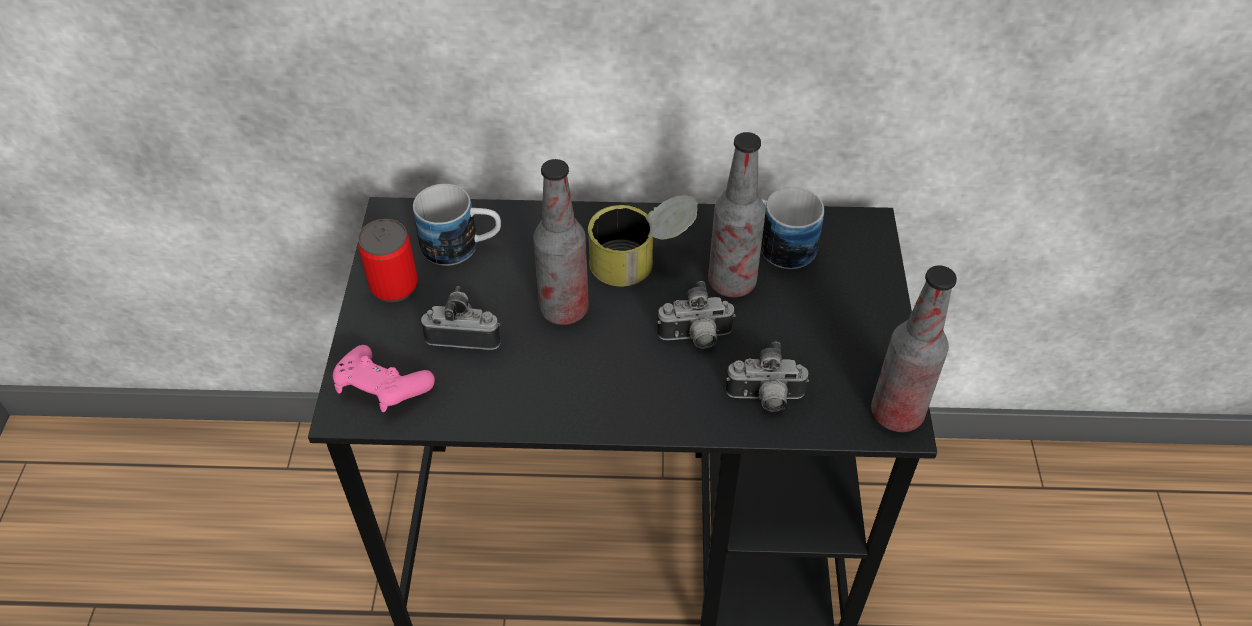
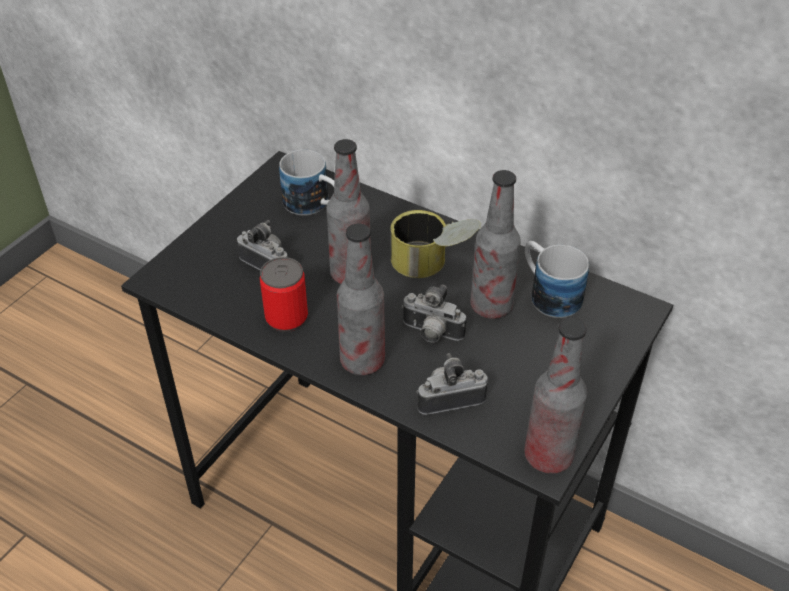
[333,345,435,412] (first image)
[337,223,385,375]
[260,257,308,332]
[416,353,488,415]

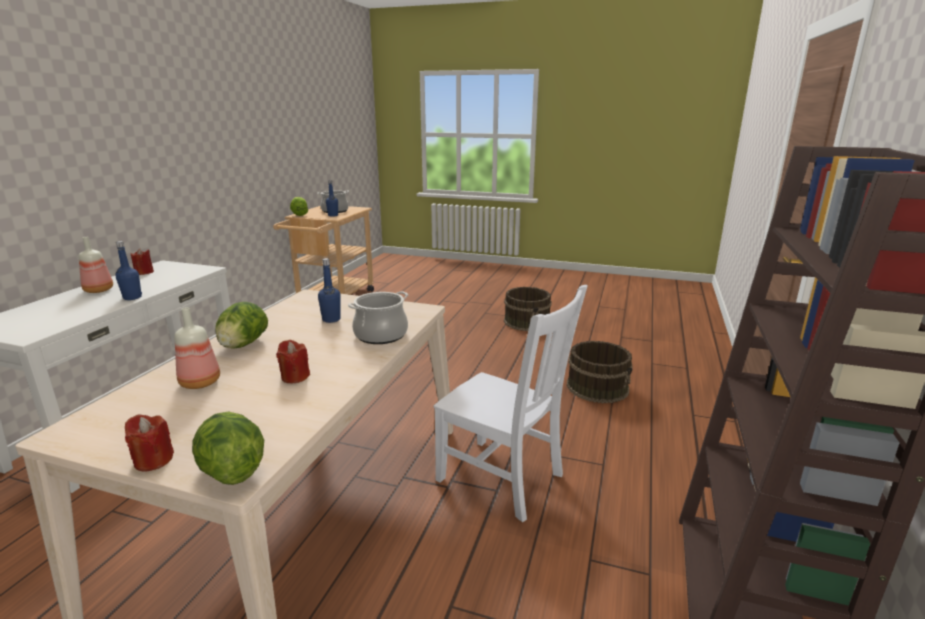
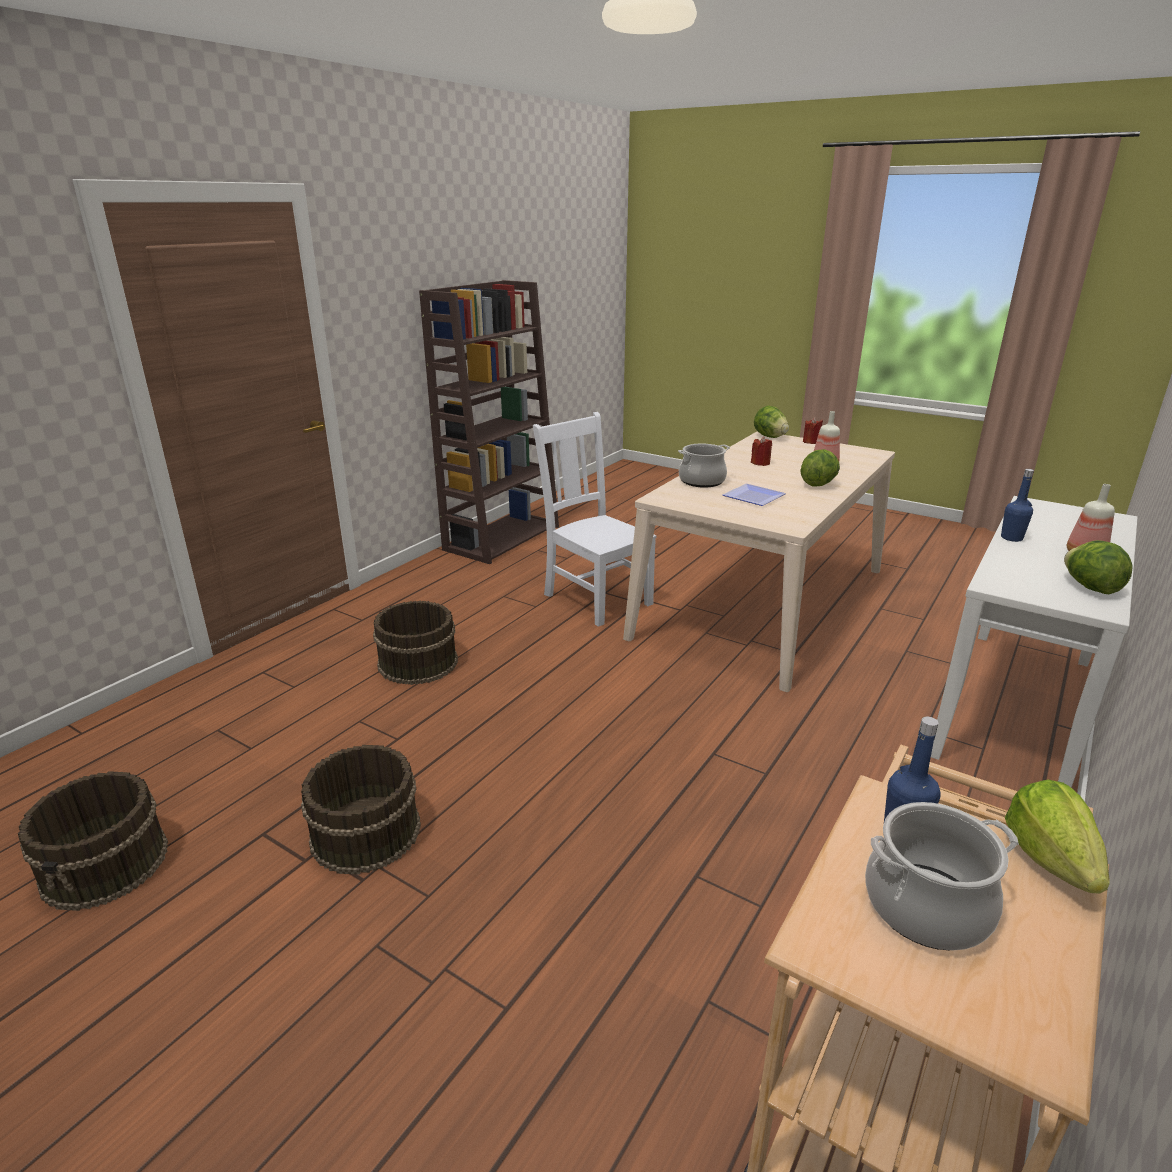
[18,771,168,911]
[1064,540,1133,594]
[723,484,786,506]

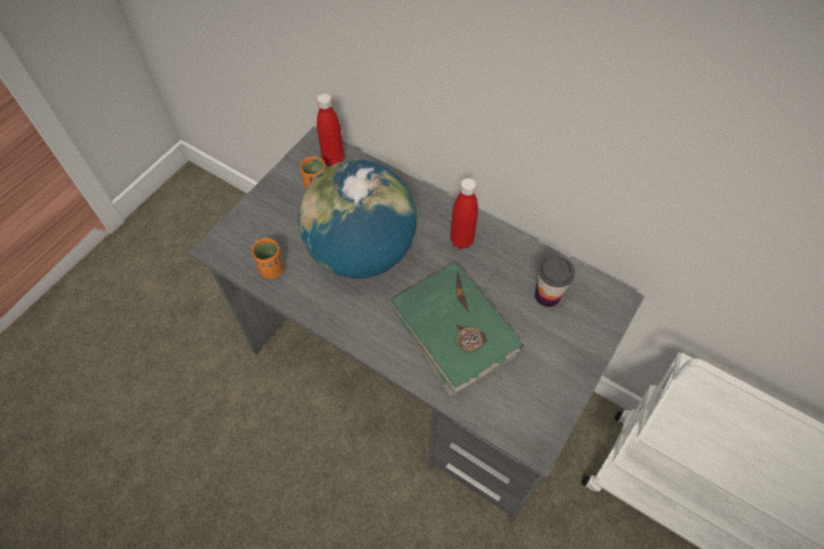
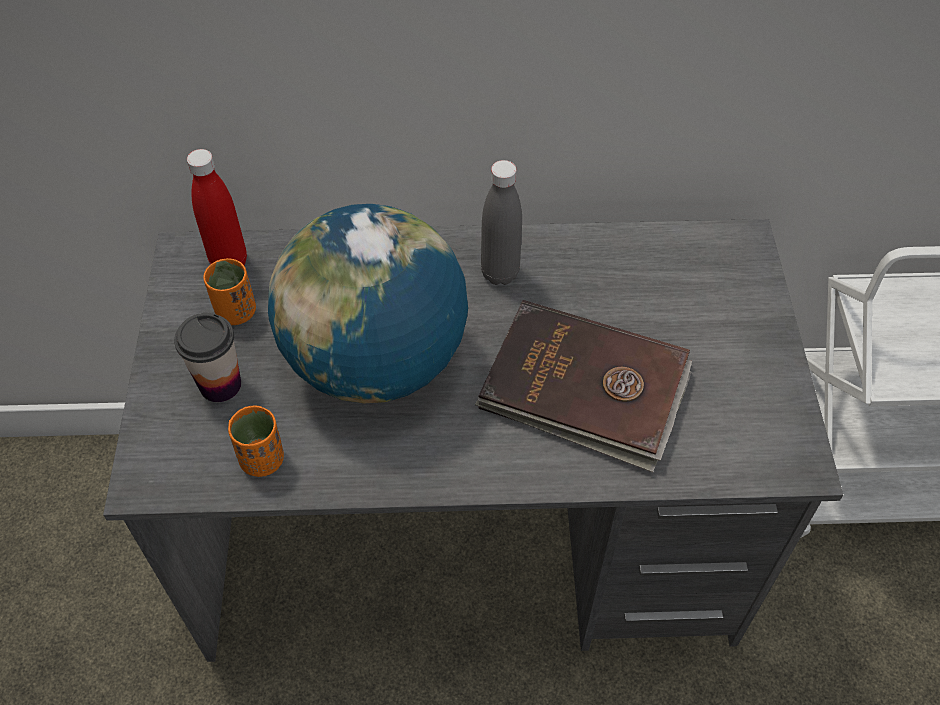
[174,313,241,402]
[475,300,692,472]
[481,160,522,285]

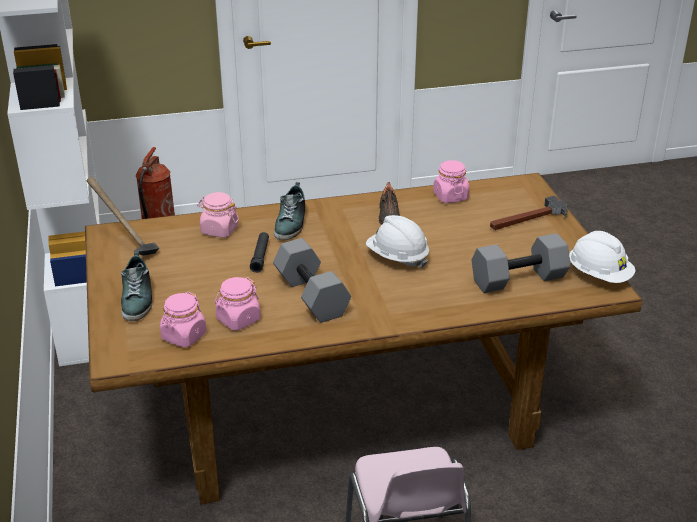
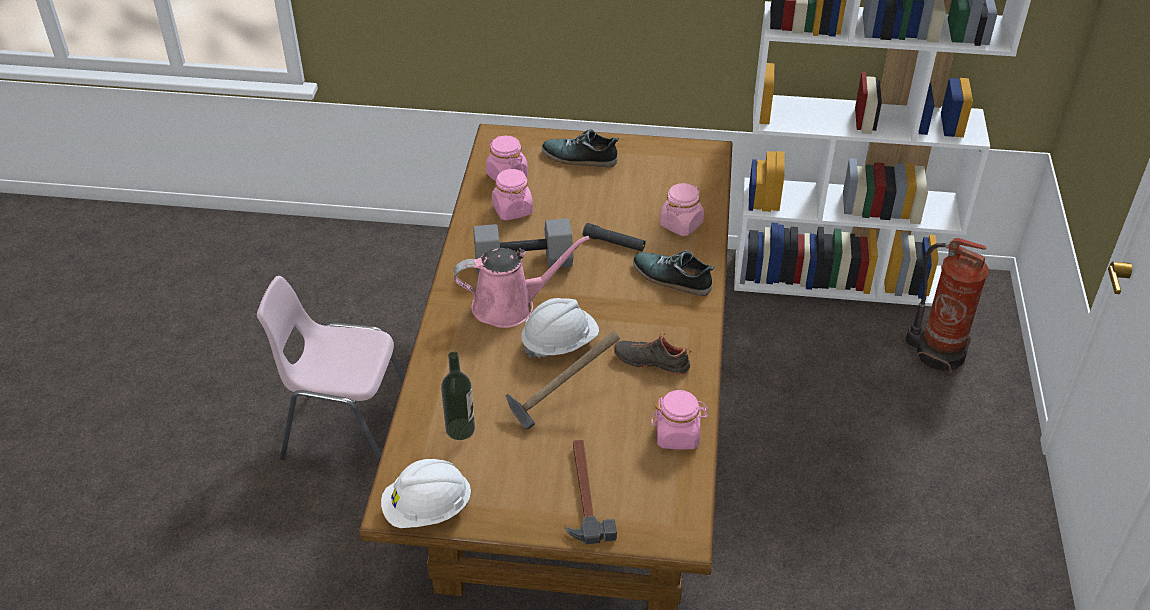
[453,236,590,328]
[505,331,620,430]
[441,351,475,440]

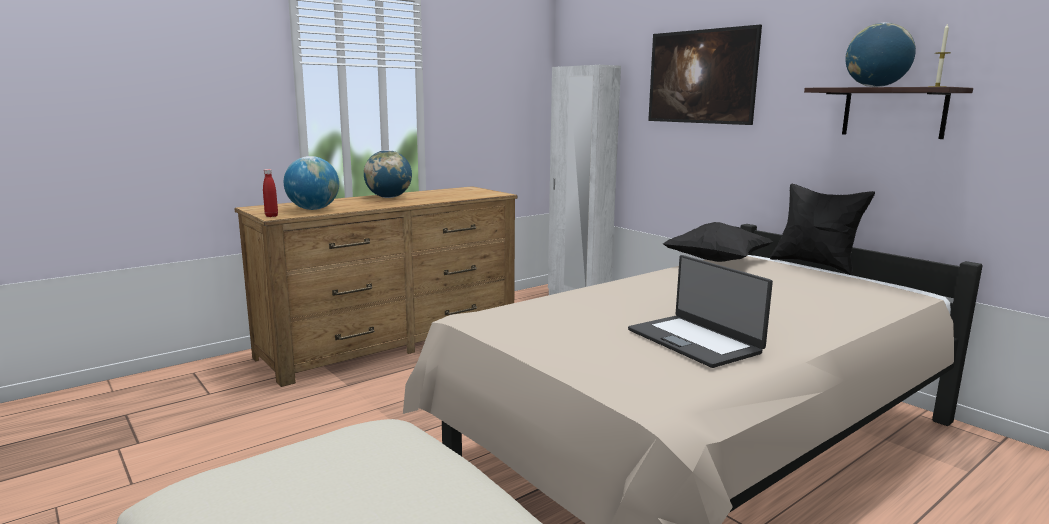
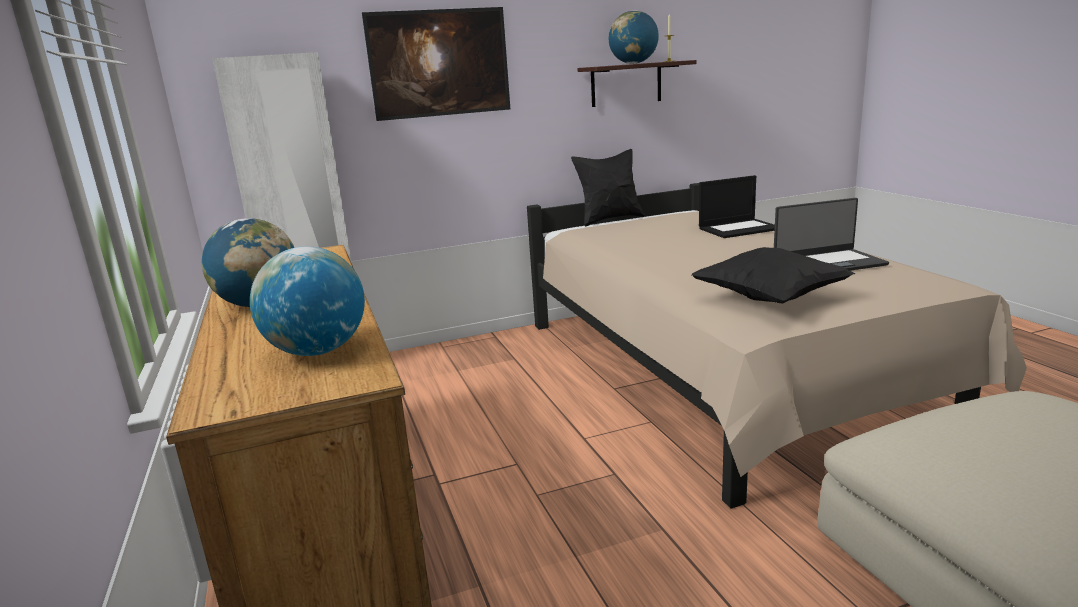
[263,169,278,217] (first image)
[699,175,775,238]
[692,247,856,304]

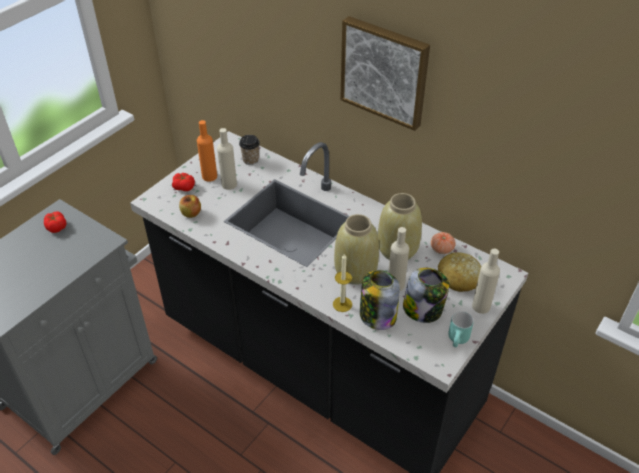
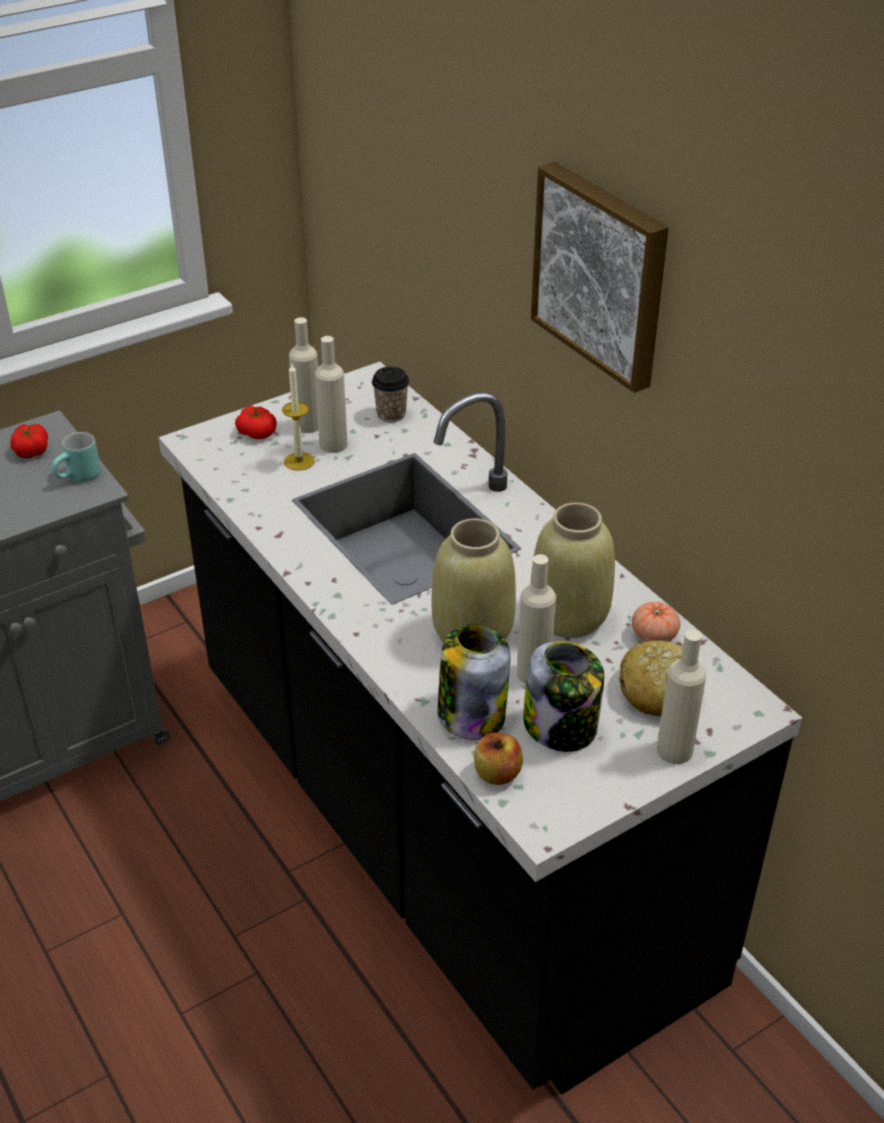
[474,732,523,785]
[282,364,315,471]
[52,432,101,482]
[289,317,318,433]

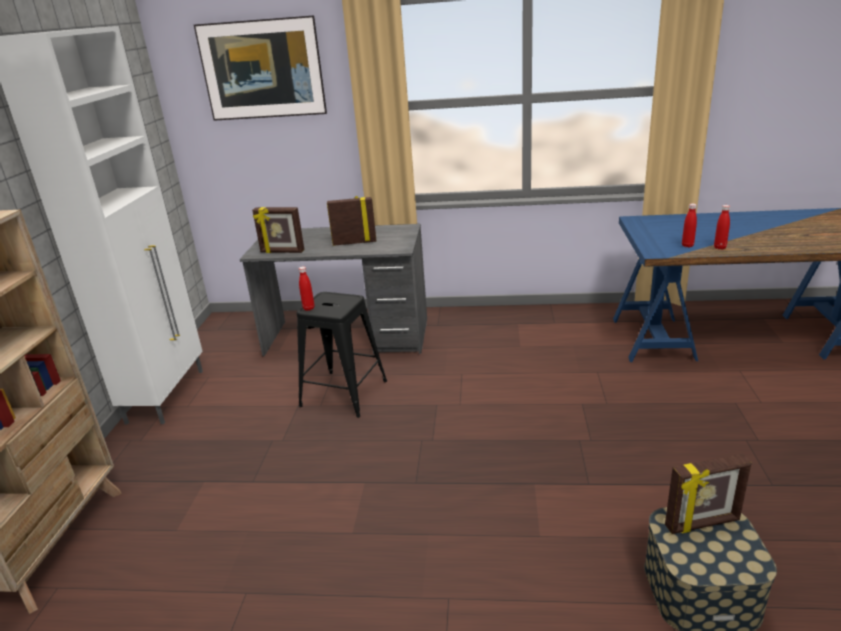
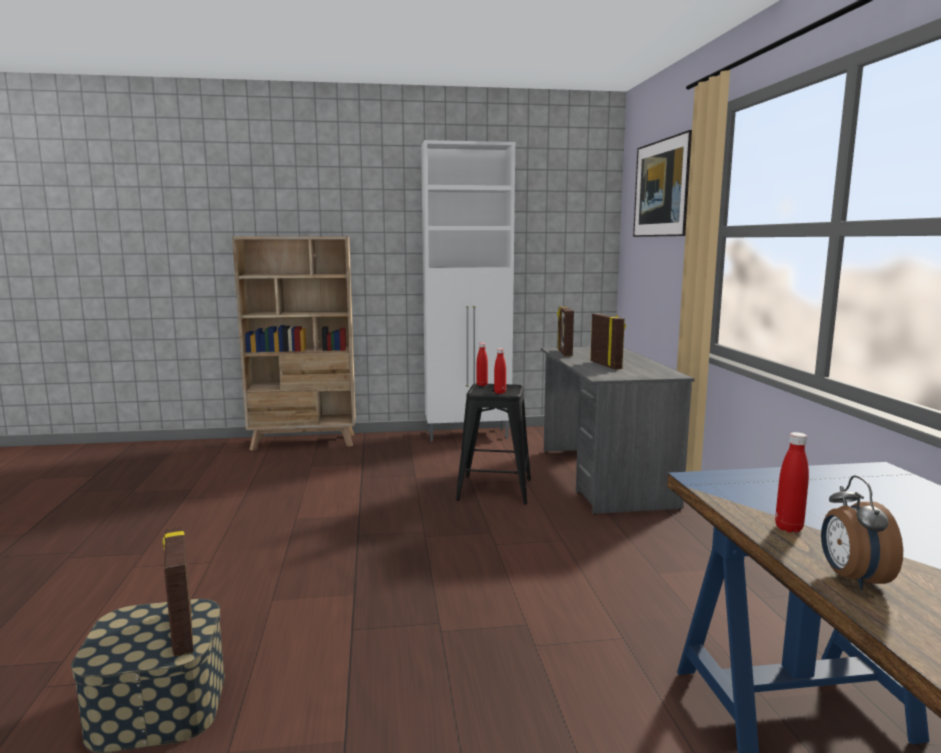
[821,475,903,590]
[494,348,506,394]

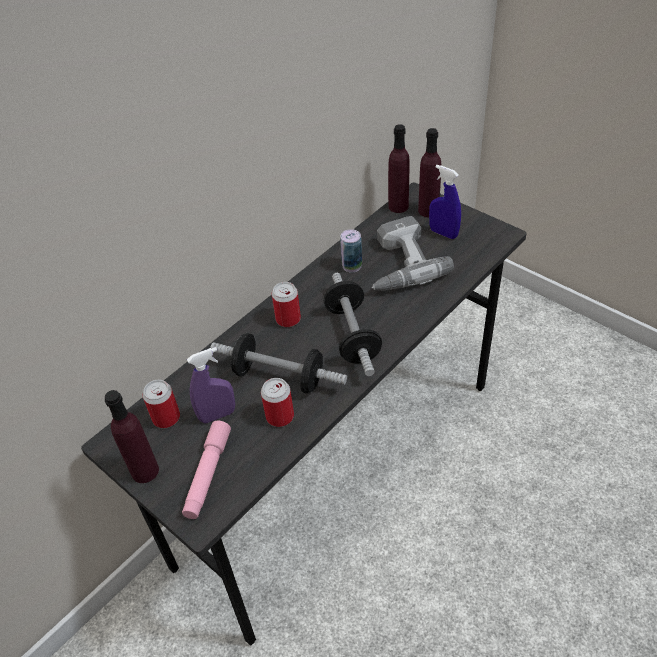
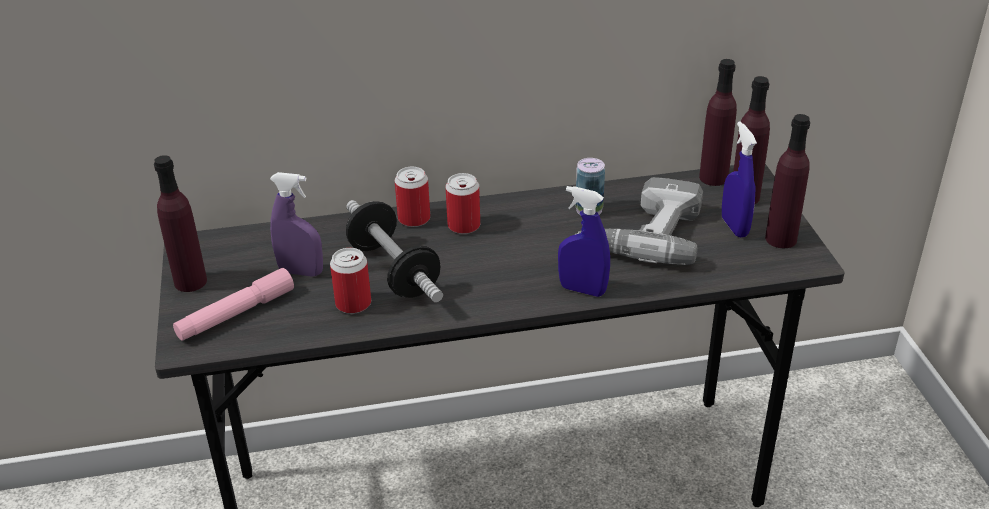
[324,273,382,376] (first image)
[558,186,610,297]
[765,114,810,248]
[395,167,430,227]

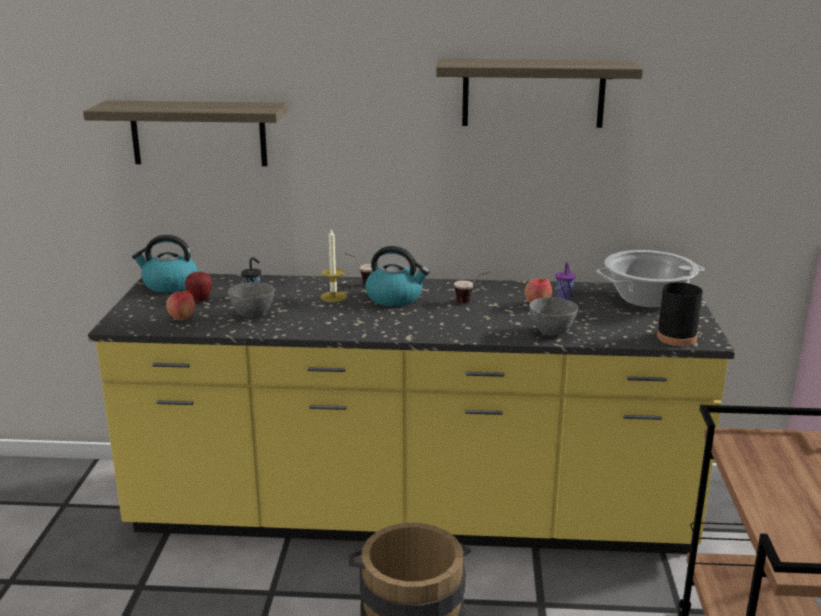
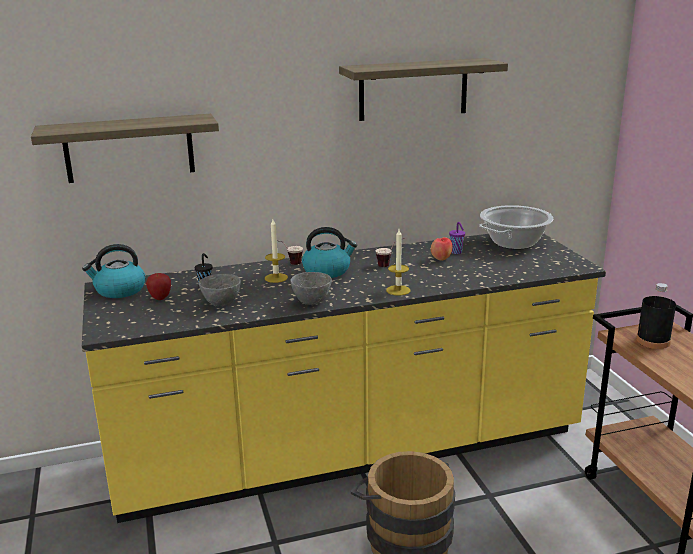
[166,291,195,321] (first image)
[386,229,410,296]
[291,272,332,305]
[636,283,676,349]

